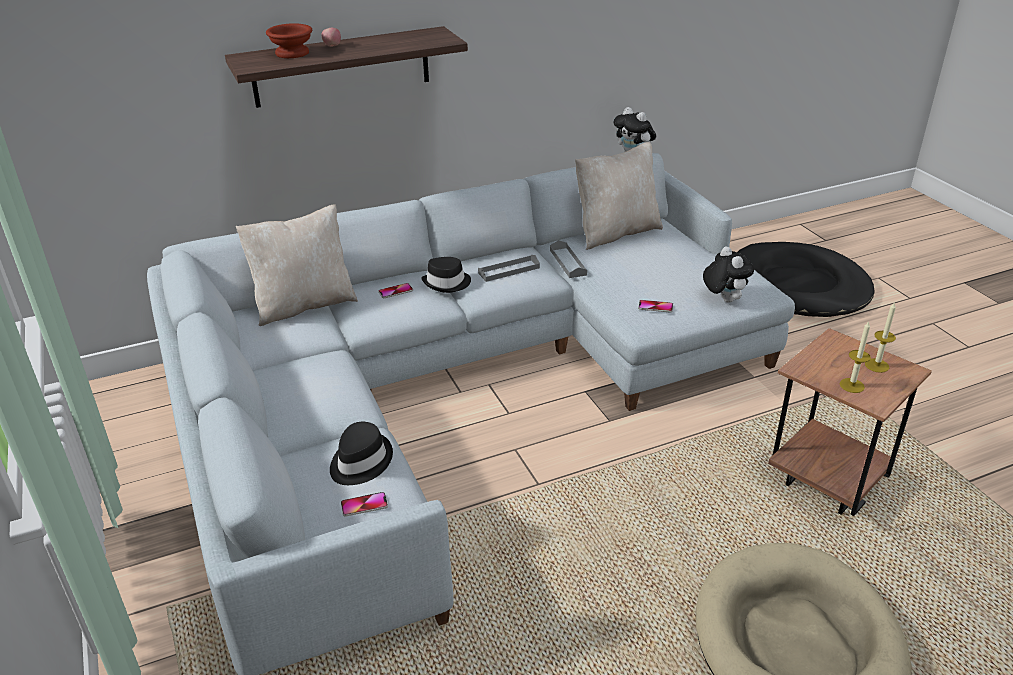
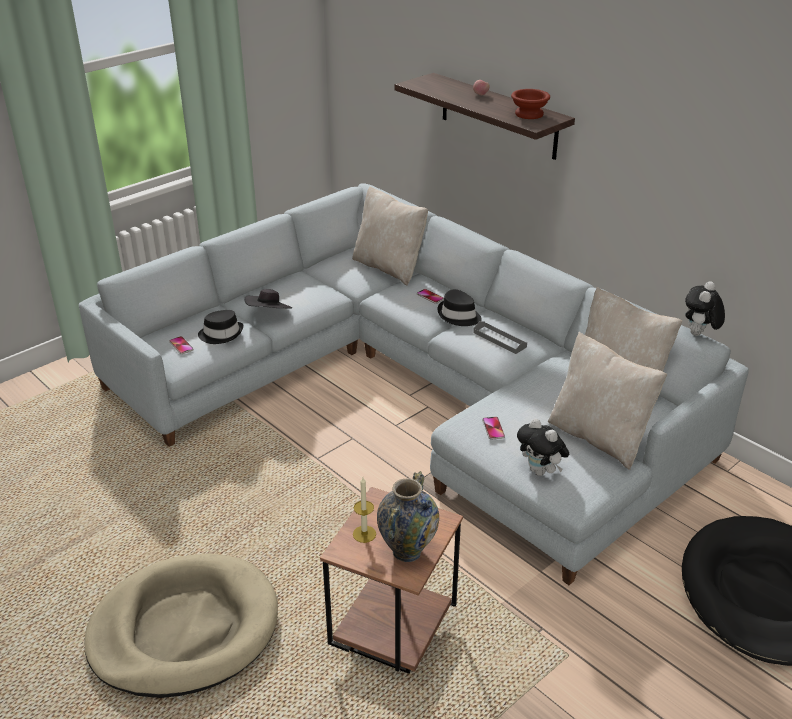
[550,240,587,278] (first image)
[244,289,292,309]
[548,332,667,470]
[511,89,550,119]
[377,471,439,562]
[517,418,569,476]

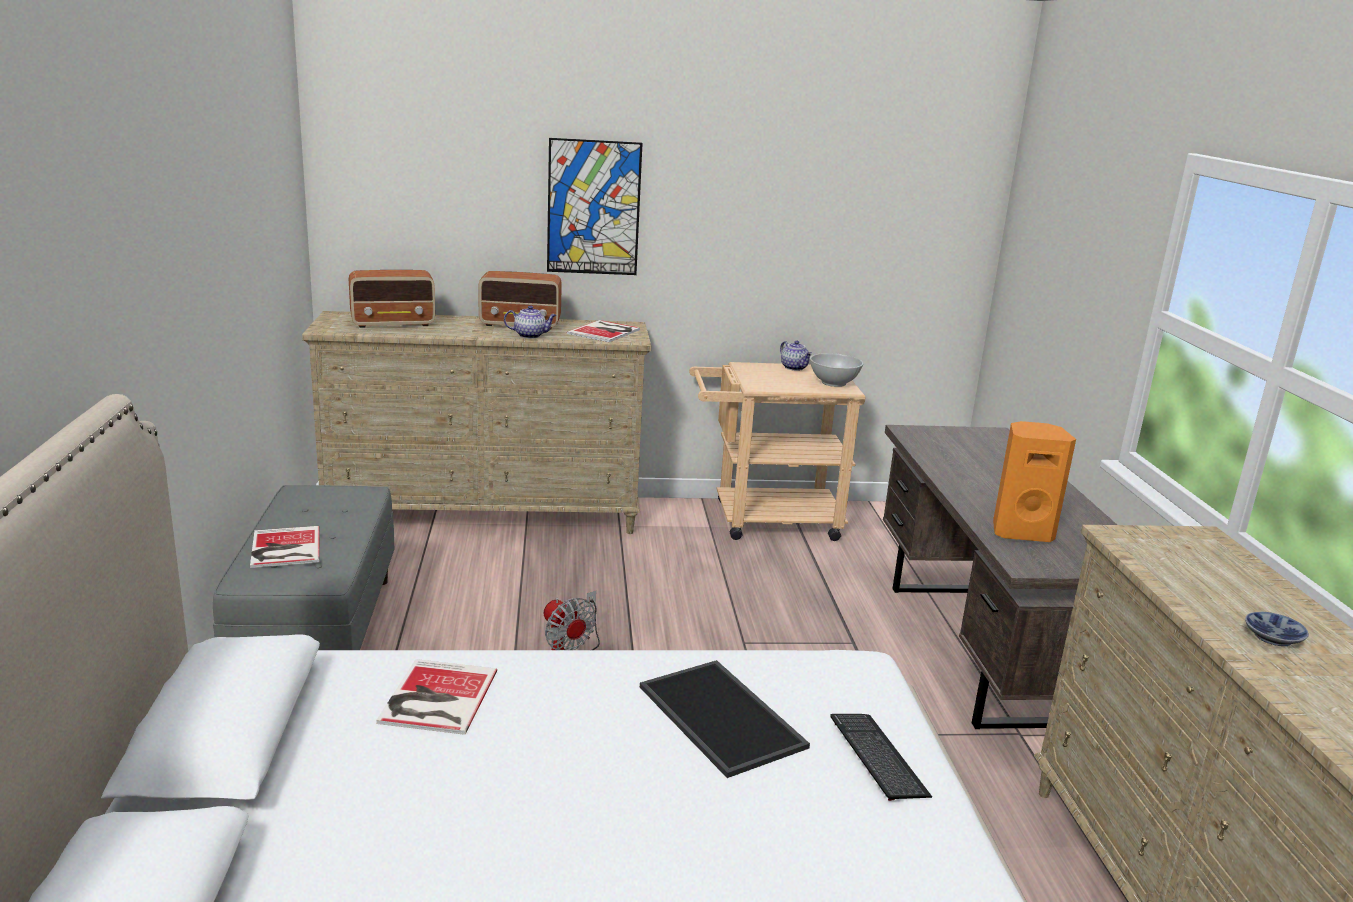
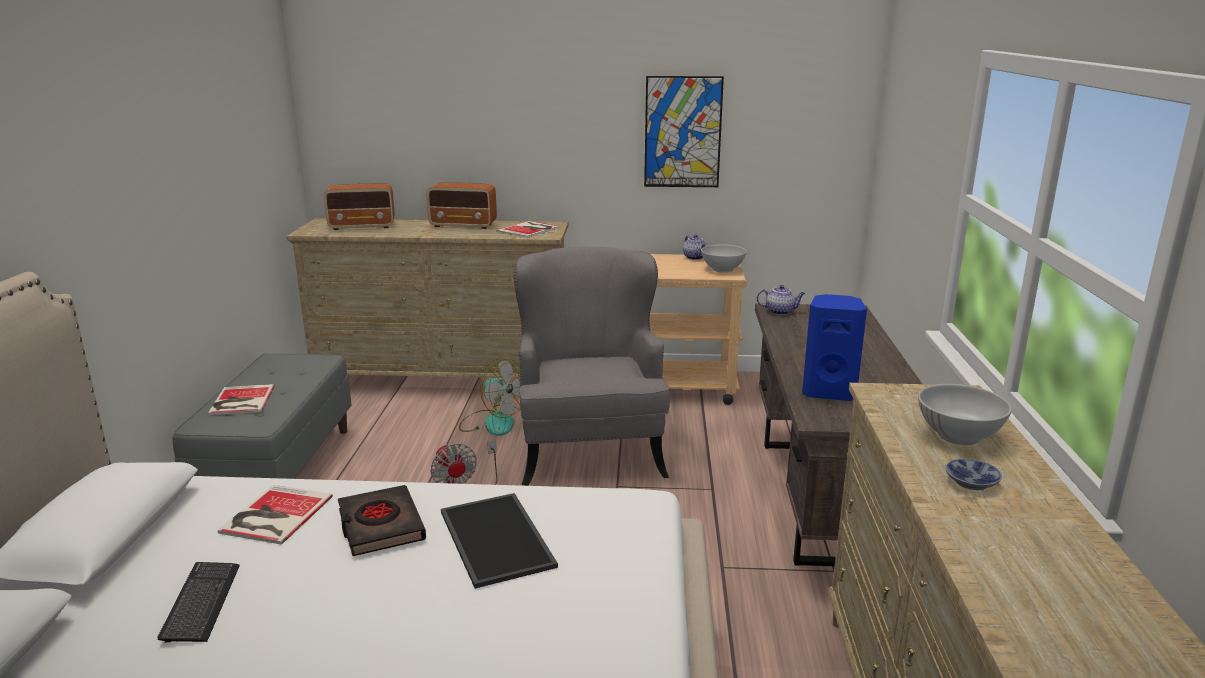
[338,485,426,556]
[459,359,520,436]
[513,247,670,486]
[918,384,1012,445]
[757,285,805,315]
[644,76,724,187]
[158,562,240,643]
[802,294,867,401]

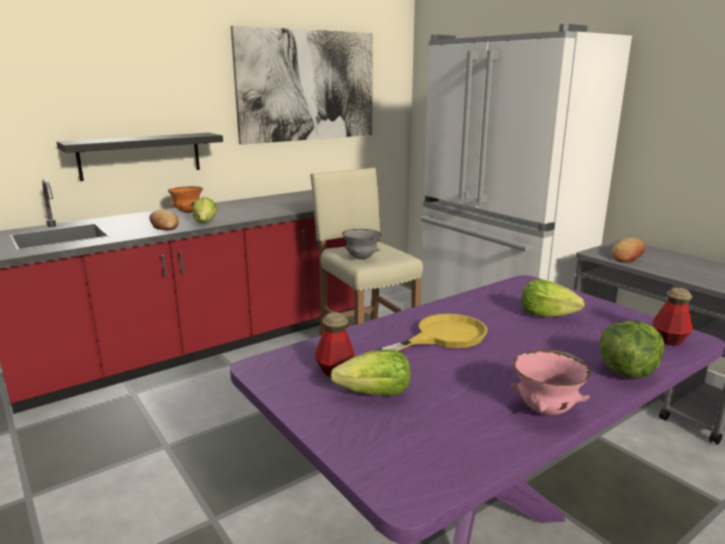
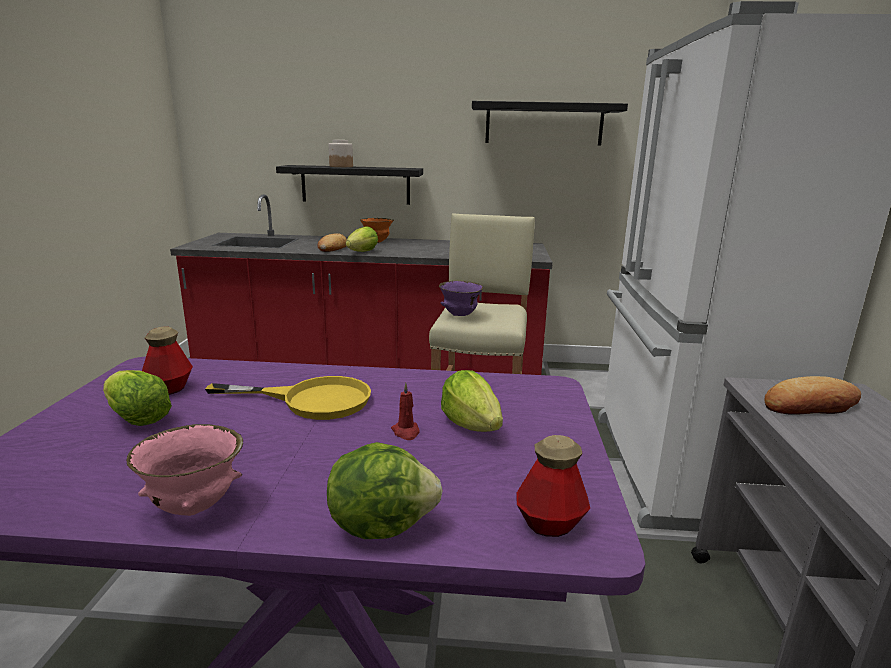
[329,140,353,167]
[391,383,420,440]
[472,101,628,146]
[439,281,483,316]

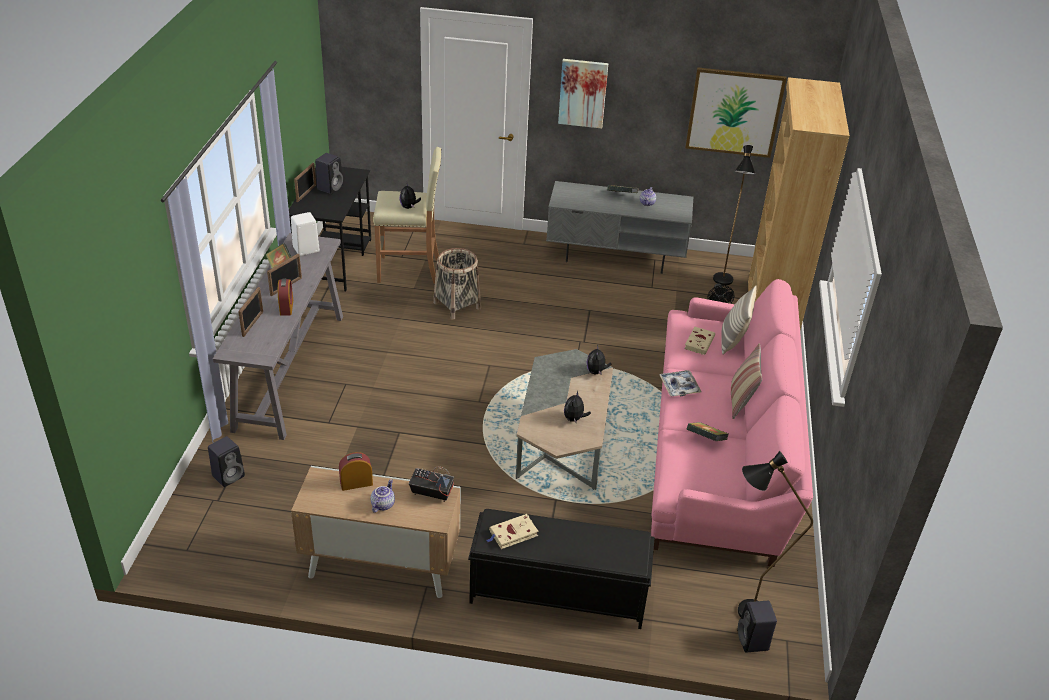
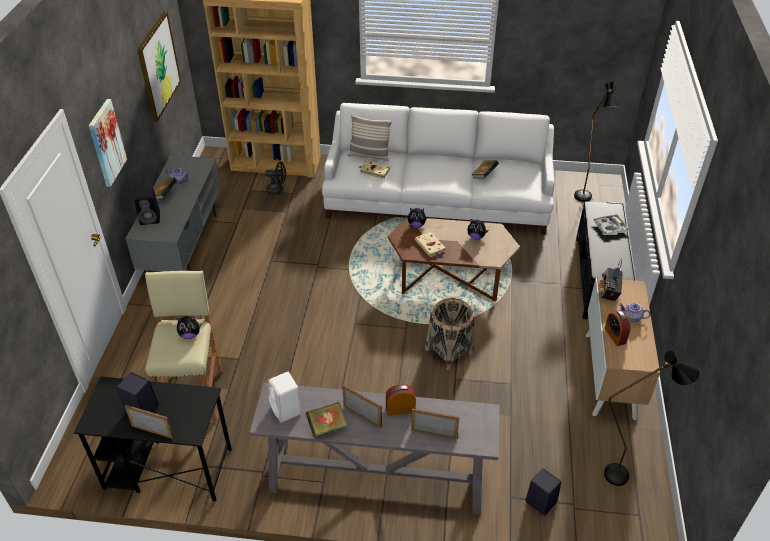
[731,343,762,419] (first image)
[425,298,475,370]
[415,232,446,259]
[593,214,629,236]
[604,350,700,486]
[134,188,160,225]
[388,218,520,302]
[322,103,555,235]

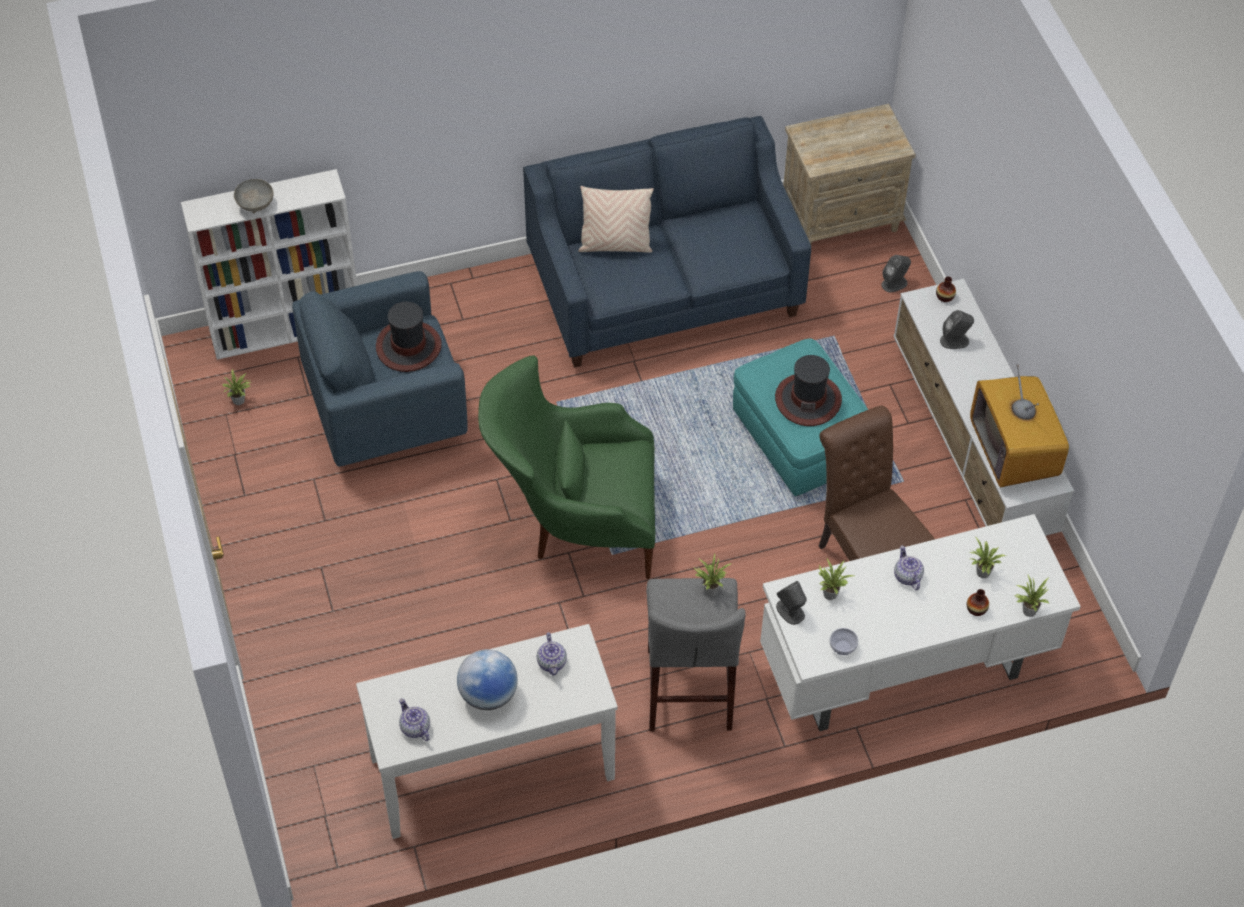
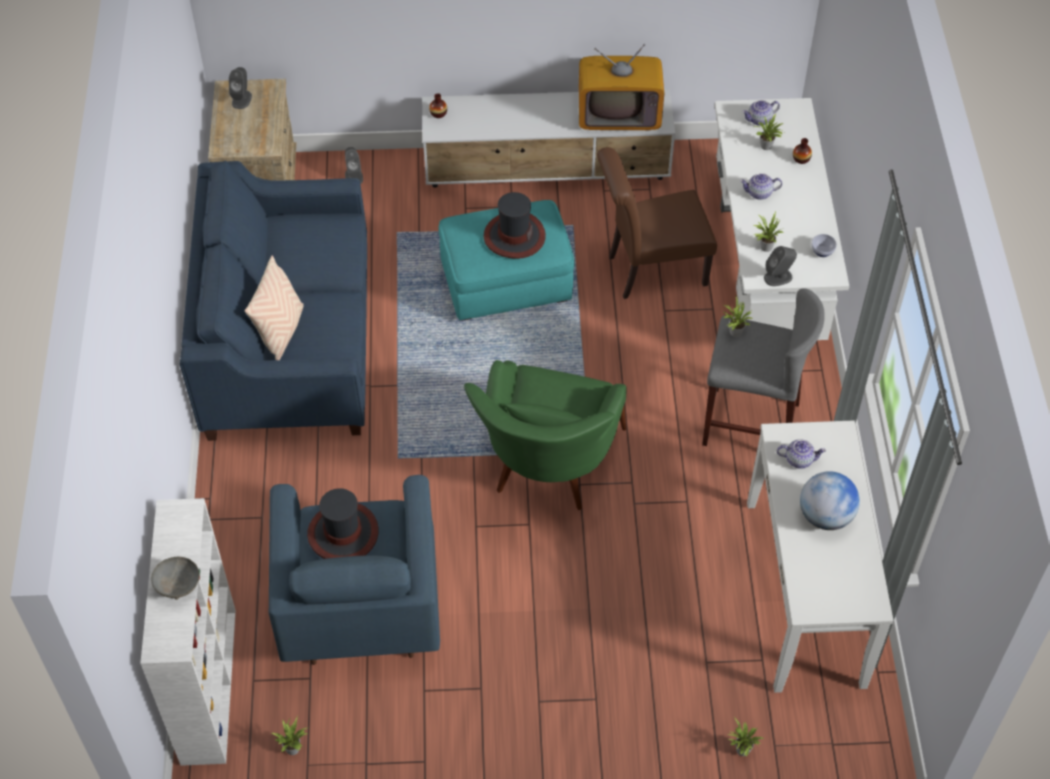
[743,100,780,126]
[229,67,252,109]
[728,717,765,756]

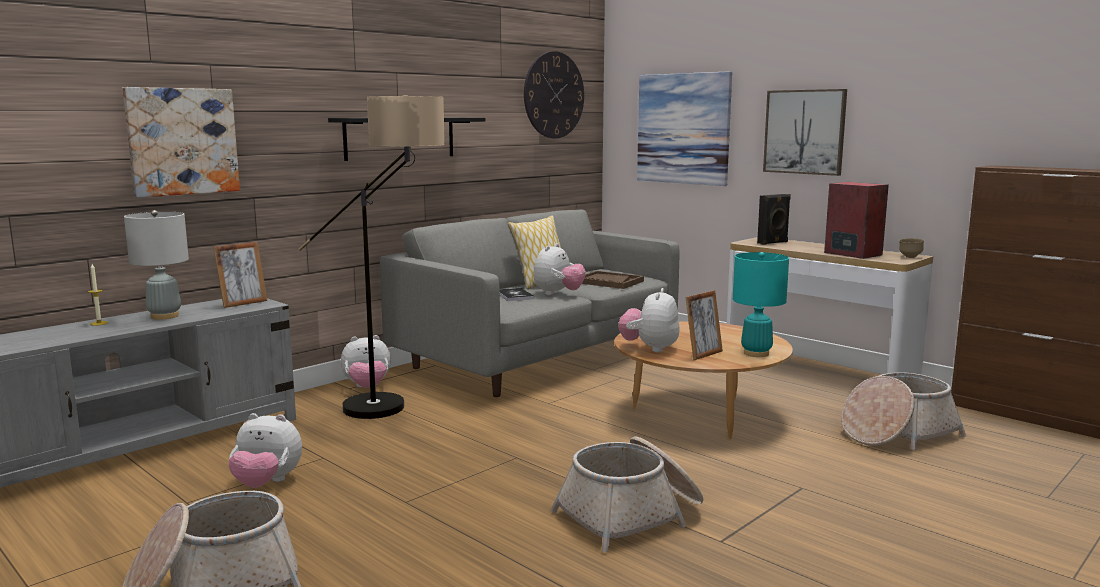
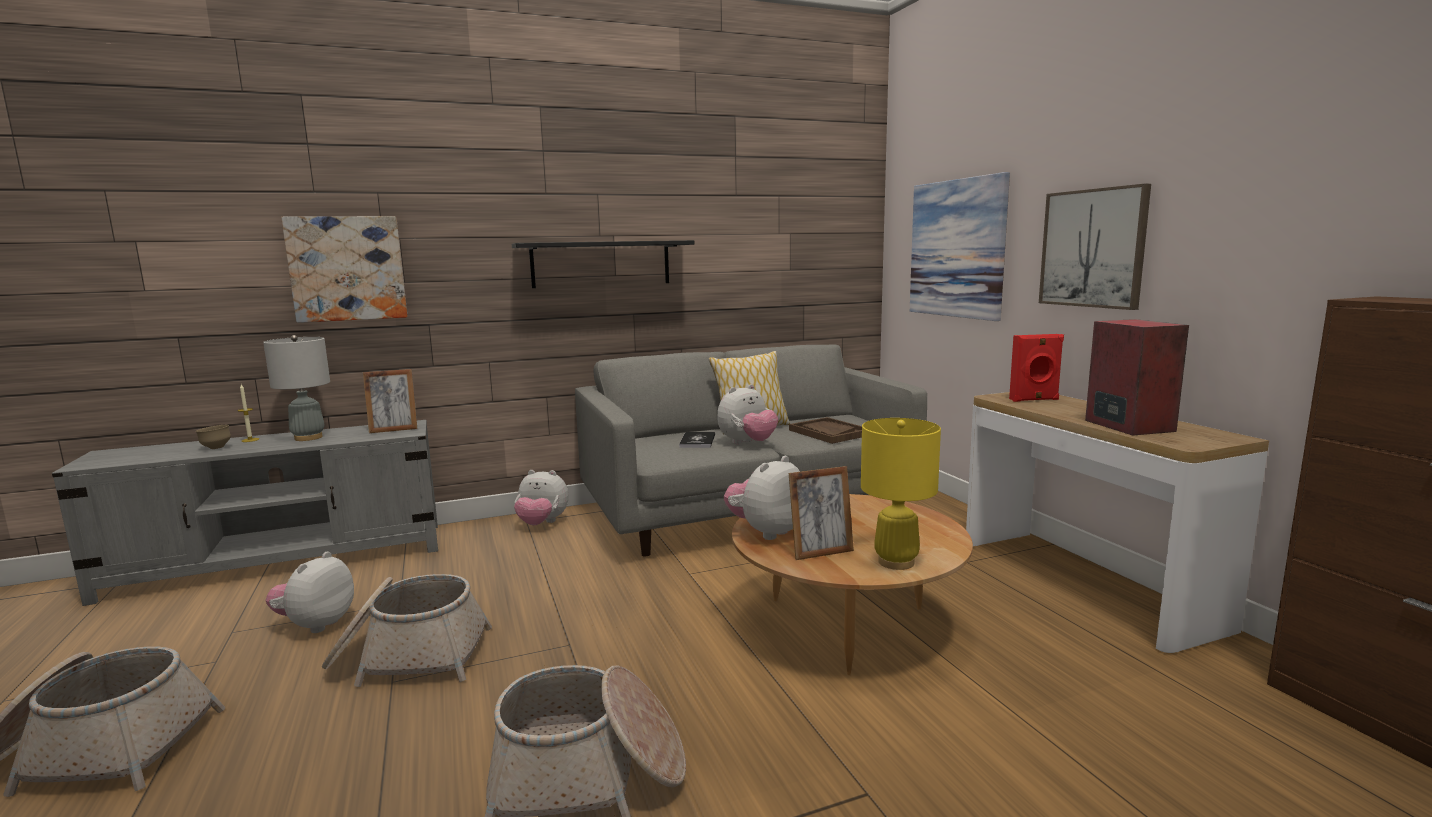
[298,95,445,419] (first image)
[524,51,584,138] (first image)
[322,574,492,687]
[196,425,231,449]
[861,418,941,570]
[1009,334,1064,402]
[265,551,354,633]

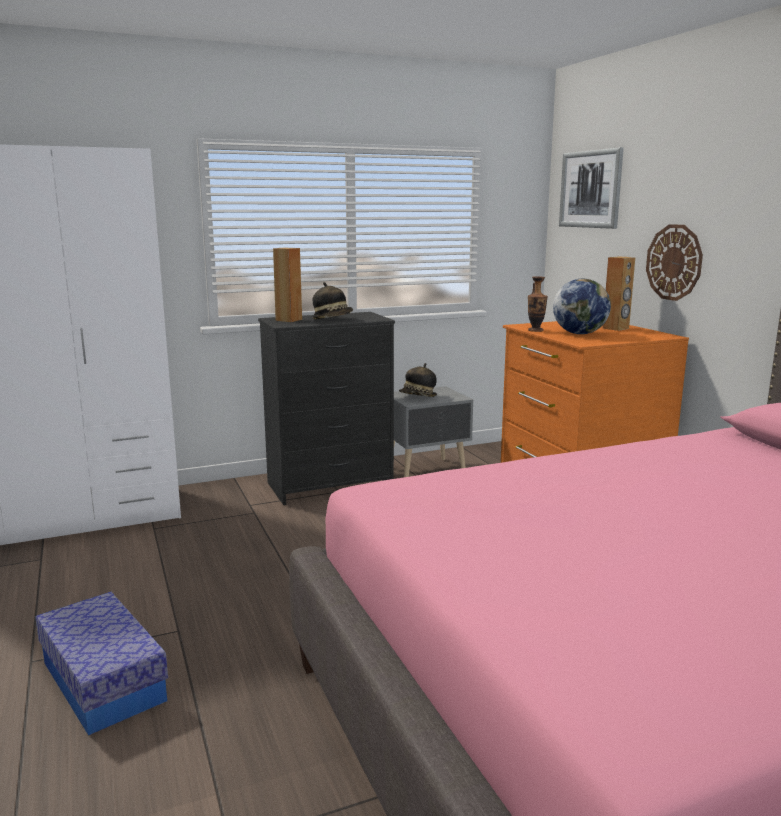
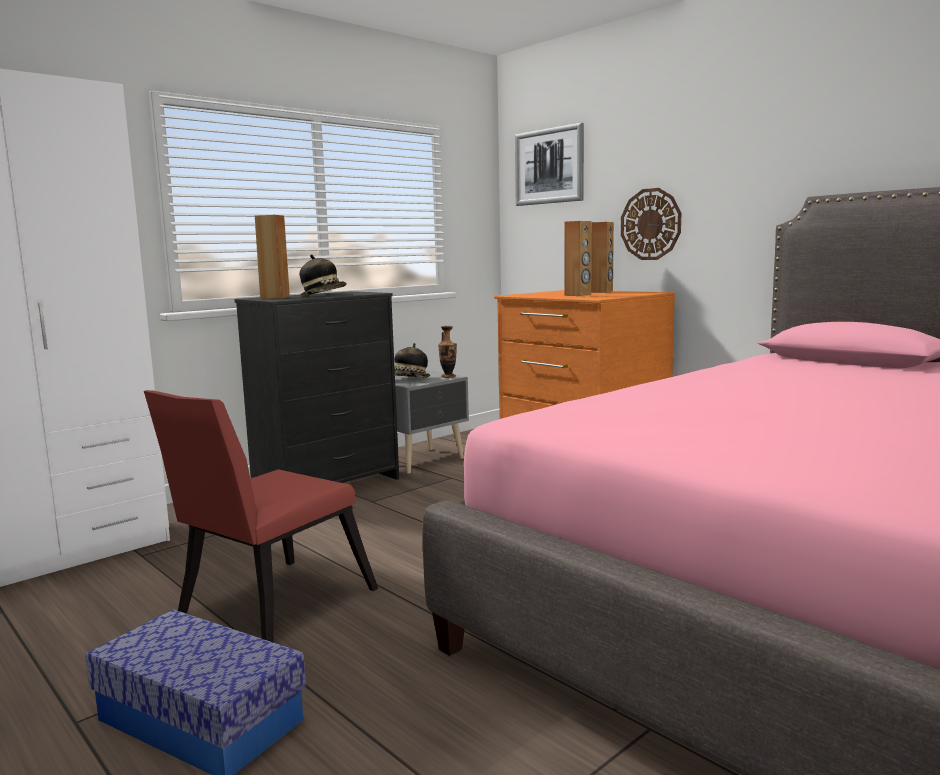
[144,390,378,642]
[438,326,457,378]
[564,221,592,296]

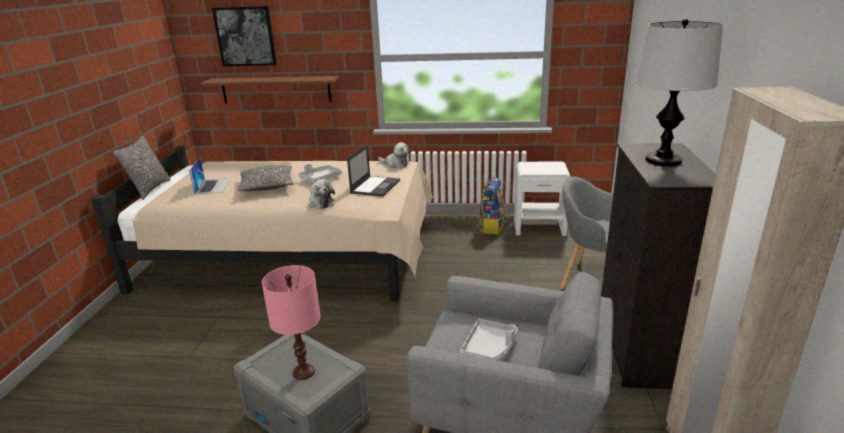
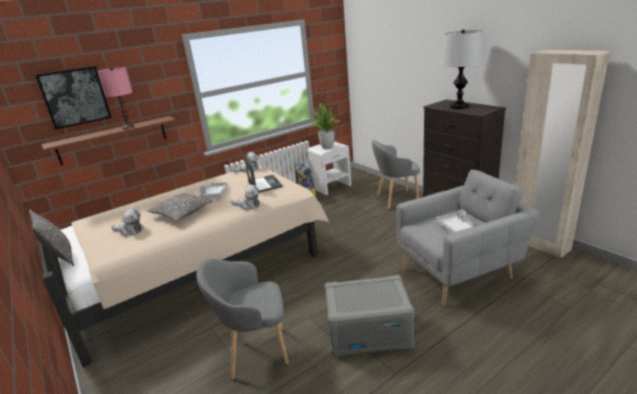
[196,259,289,380]
[311,103,340,149]
[98,67,135,129]
[111,209,144,236]

